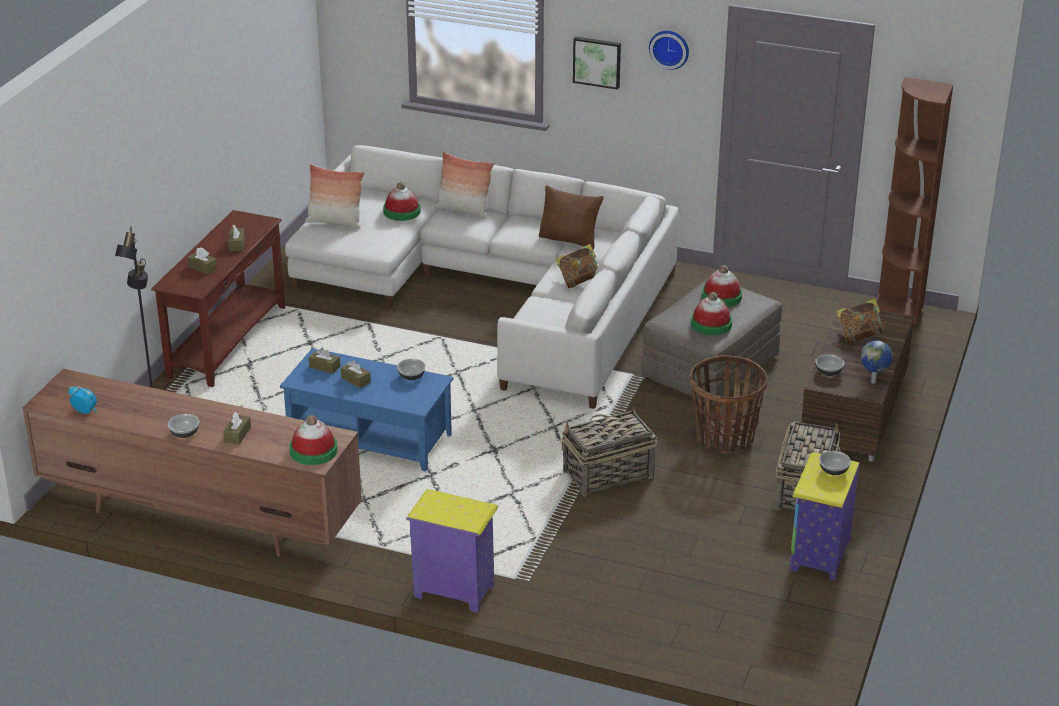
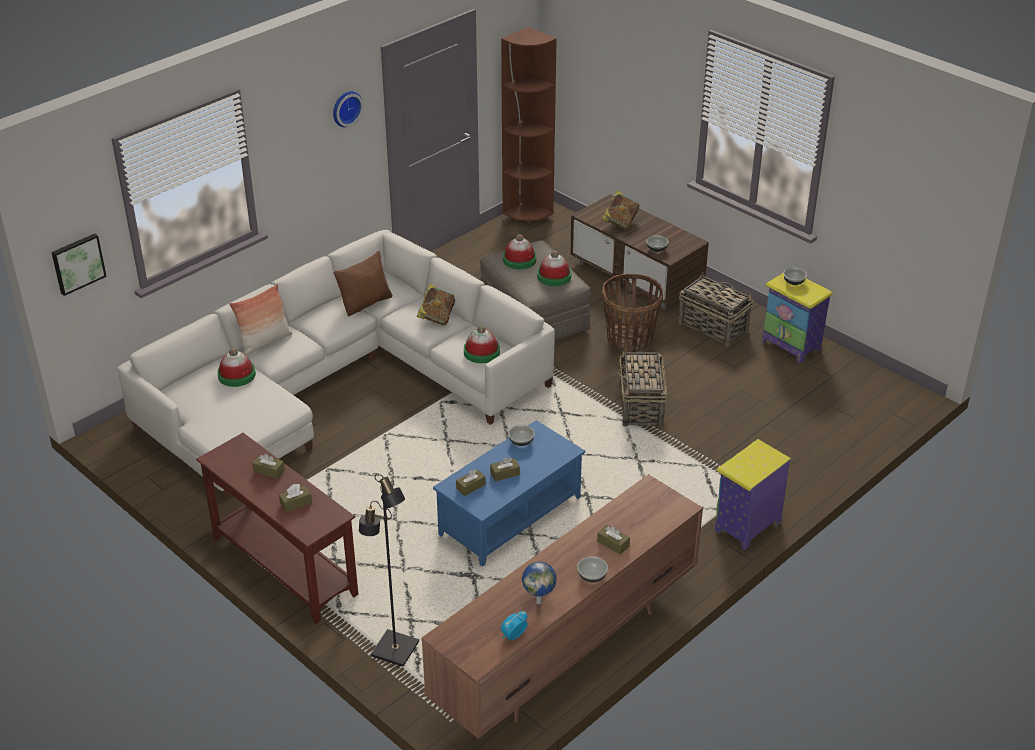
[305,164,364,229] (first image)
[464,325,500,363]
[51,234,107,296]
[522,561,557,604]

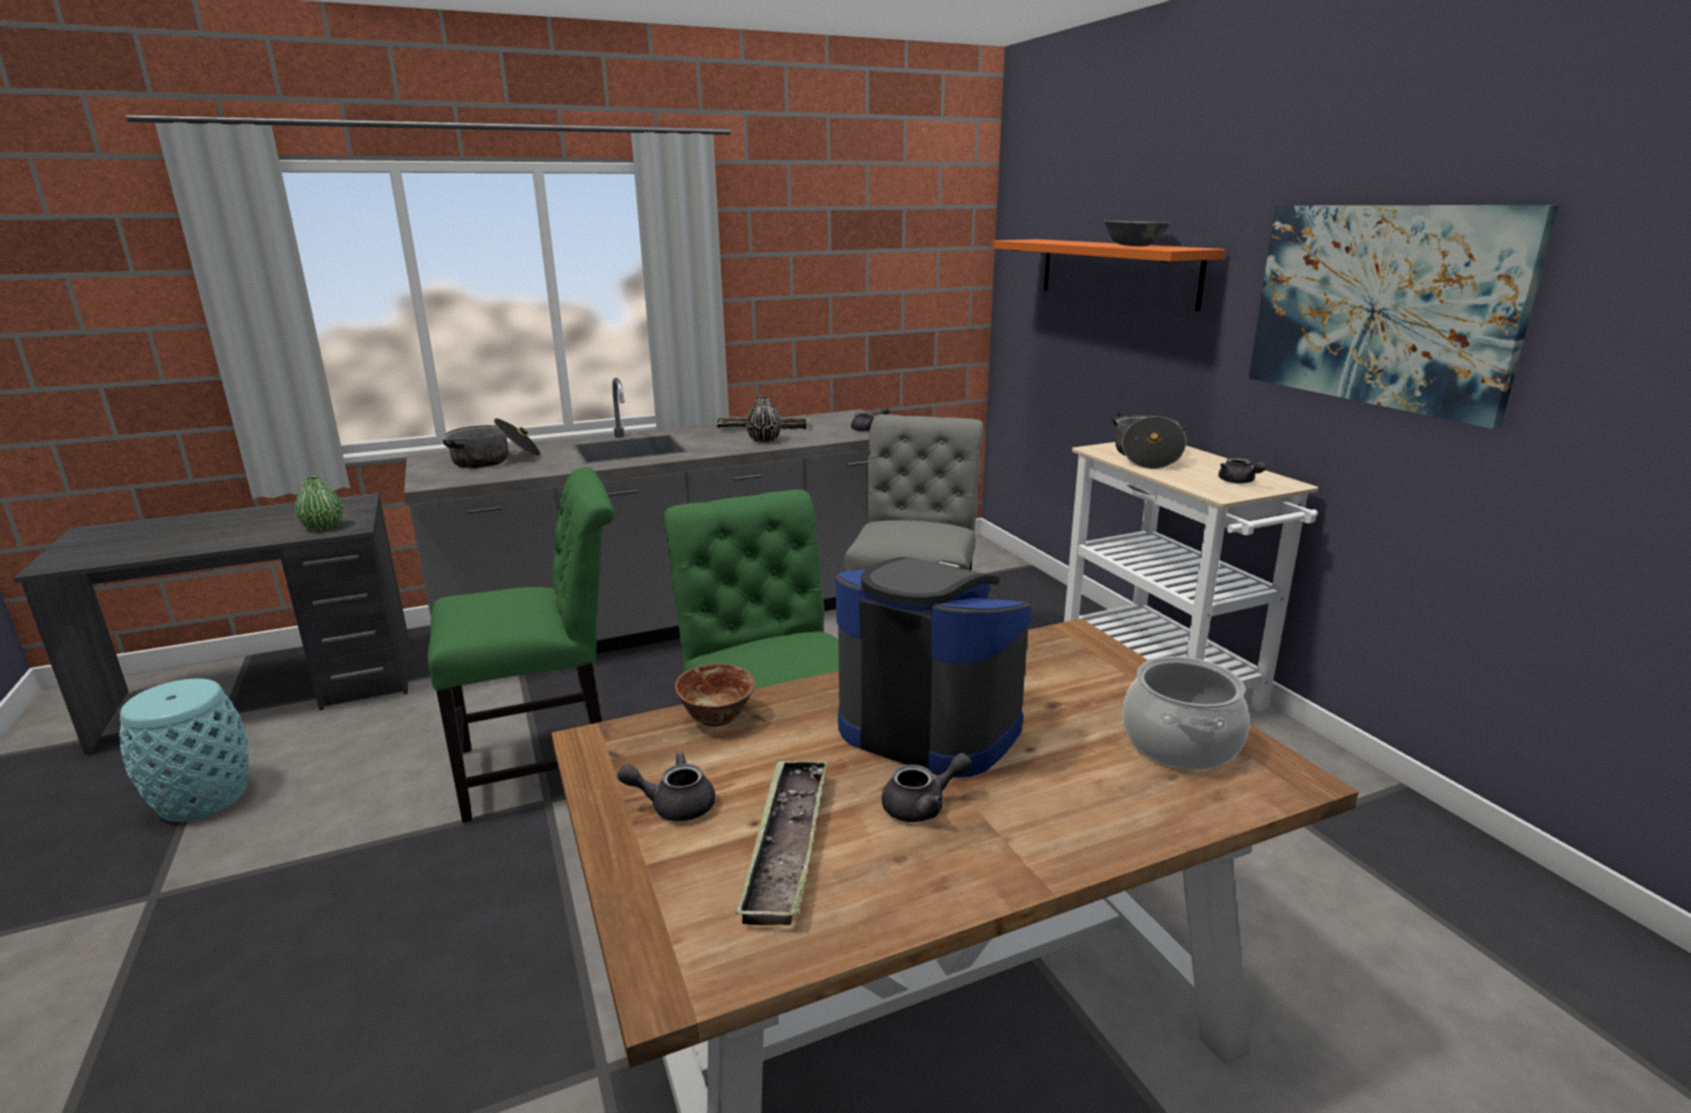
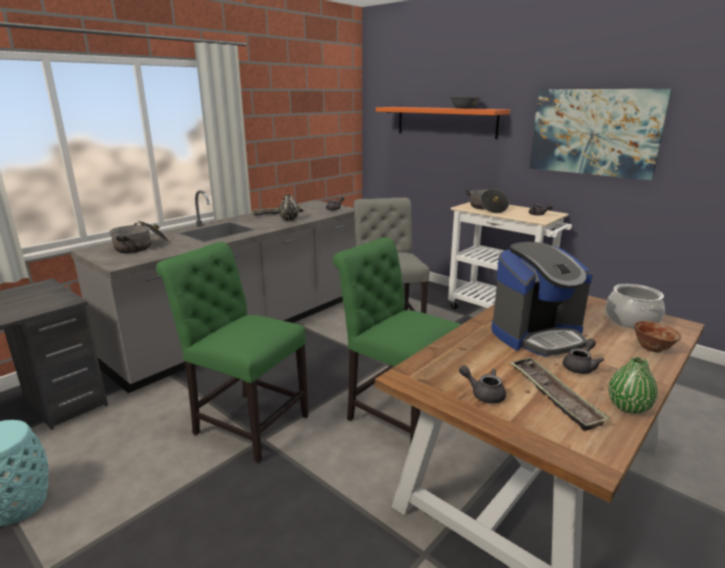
[608,357,658,414]
[634,321,682,352]
[156,242,308,463]
[459,365,506,404]
[491,242,593,357]

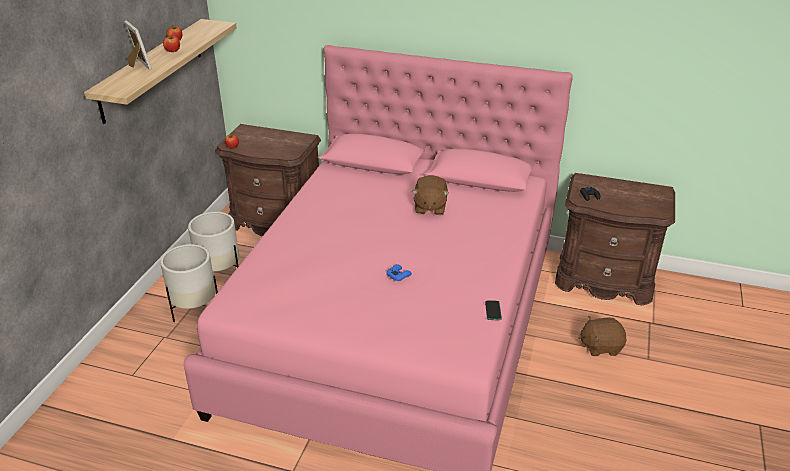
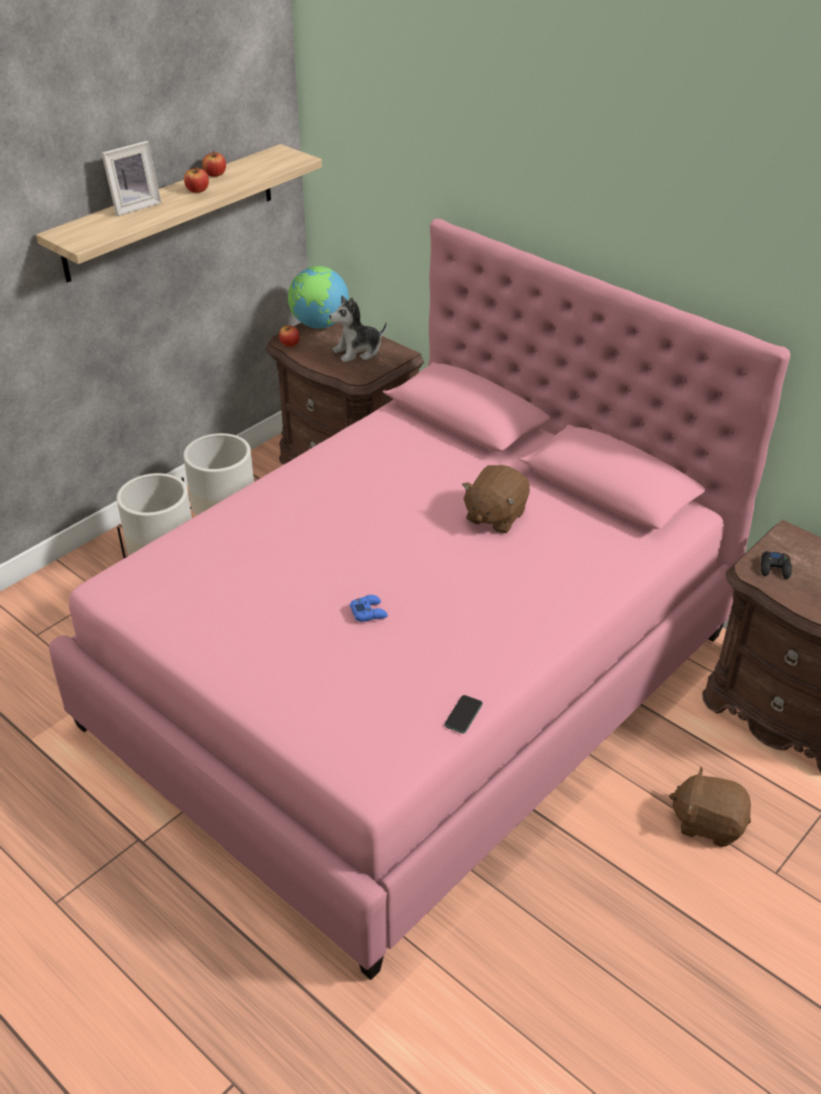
[288,266,349,329]
[329,295,387,362]
[102,141,161,216]

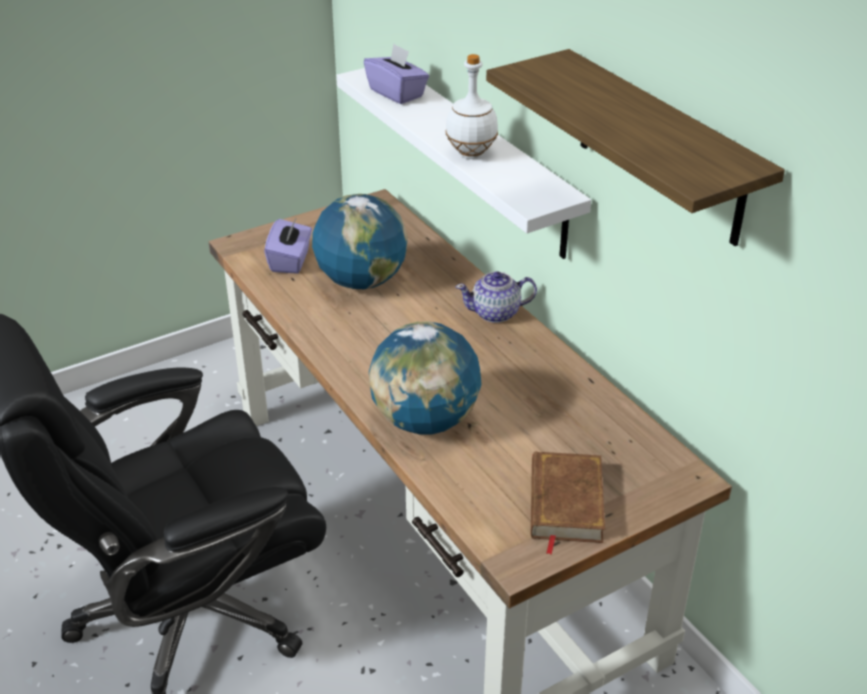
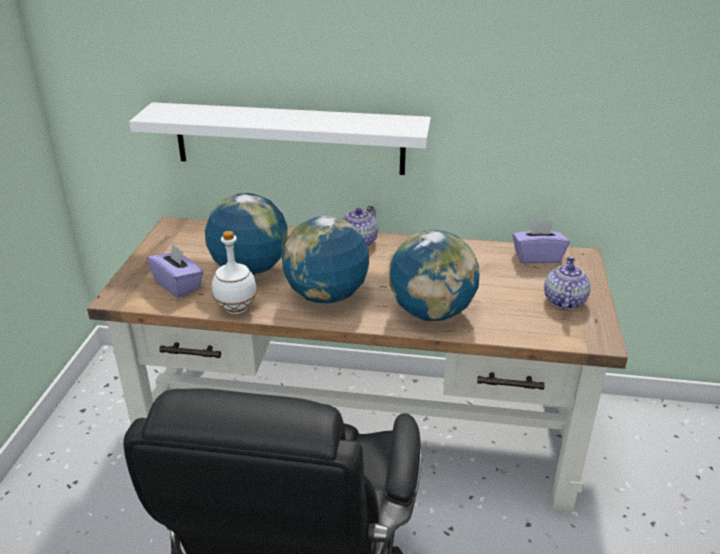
[486,49,785,246] (first image)
[282,216,369,303]
[512,220,570,264]
[212,231,257,314]
[544,256,591,310]

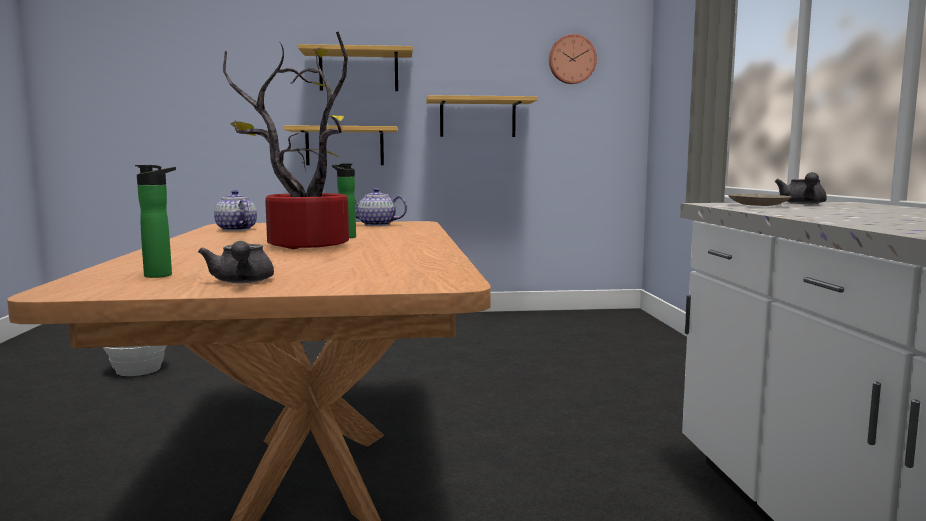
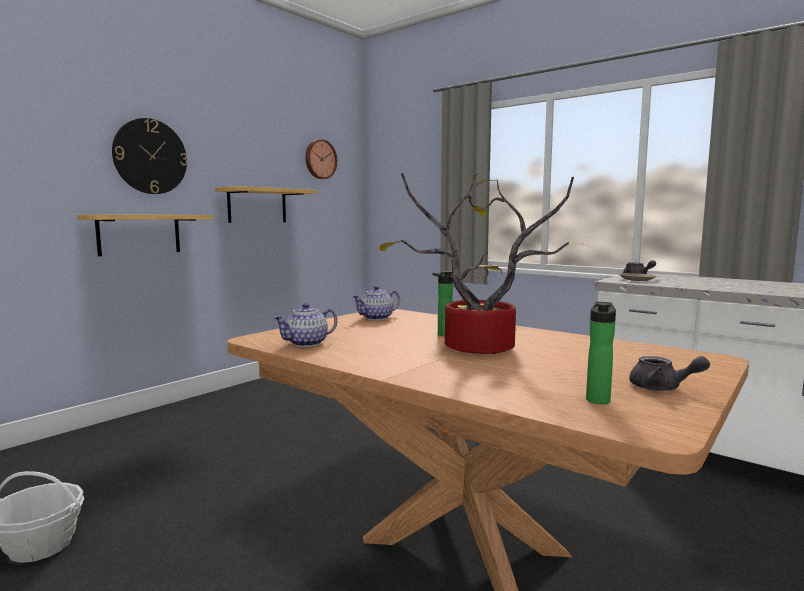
[112,118,188,194]
[273,303,337,347]

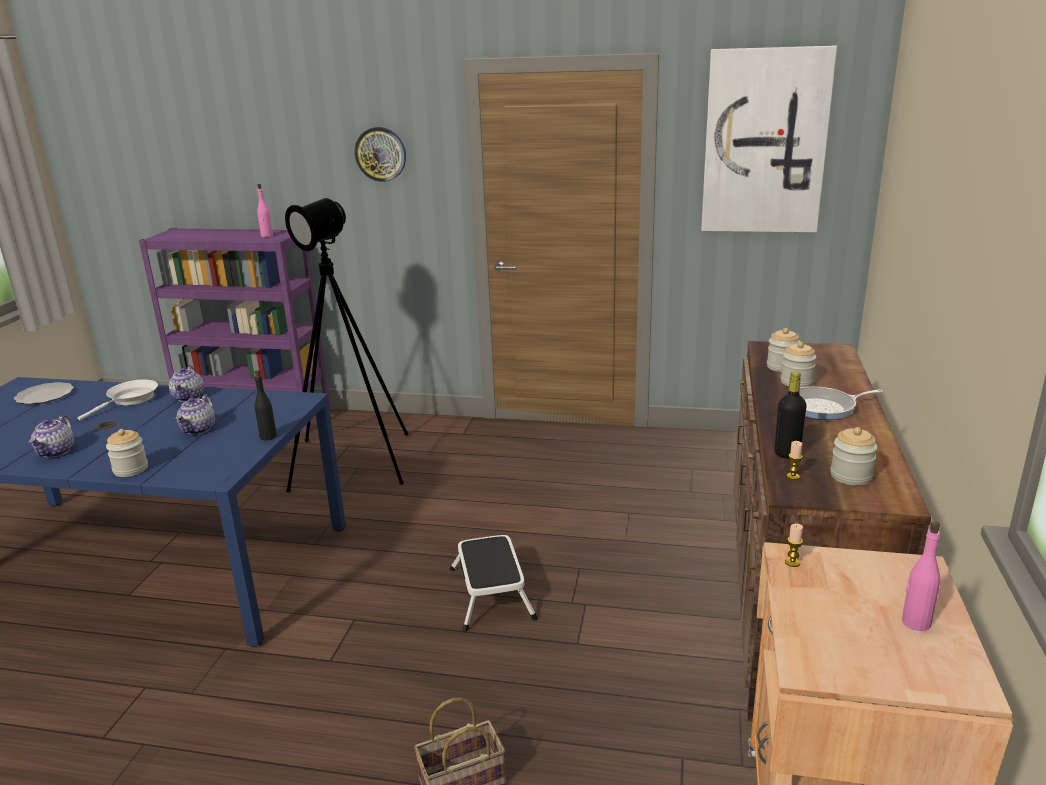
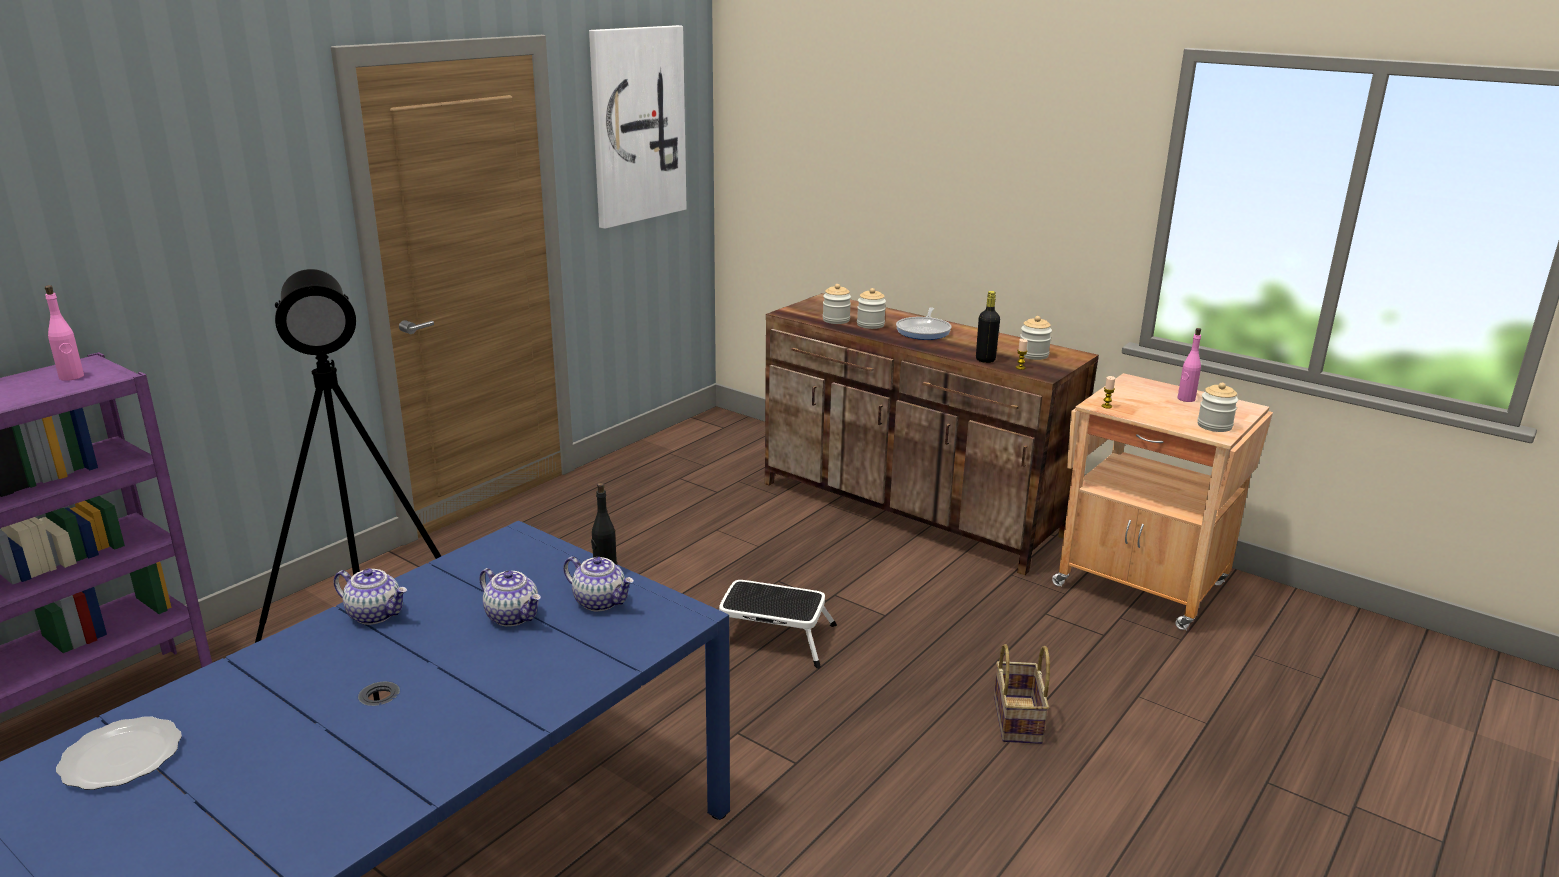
[78,380,158,421] (first image)
[354,127,406,182] (first image)
[563,556,634,611]
[1197,383,1238,432]

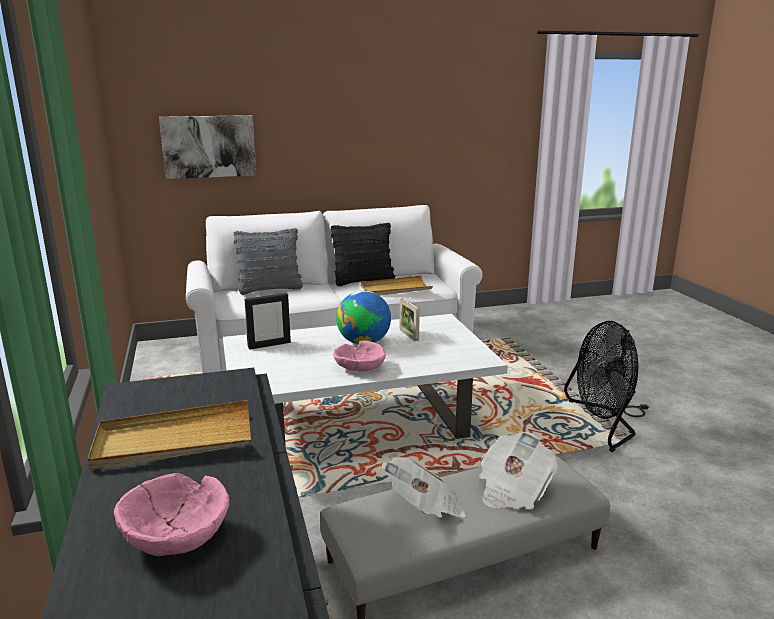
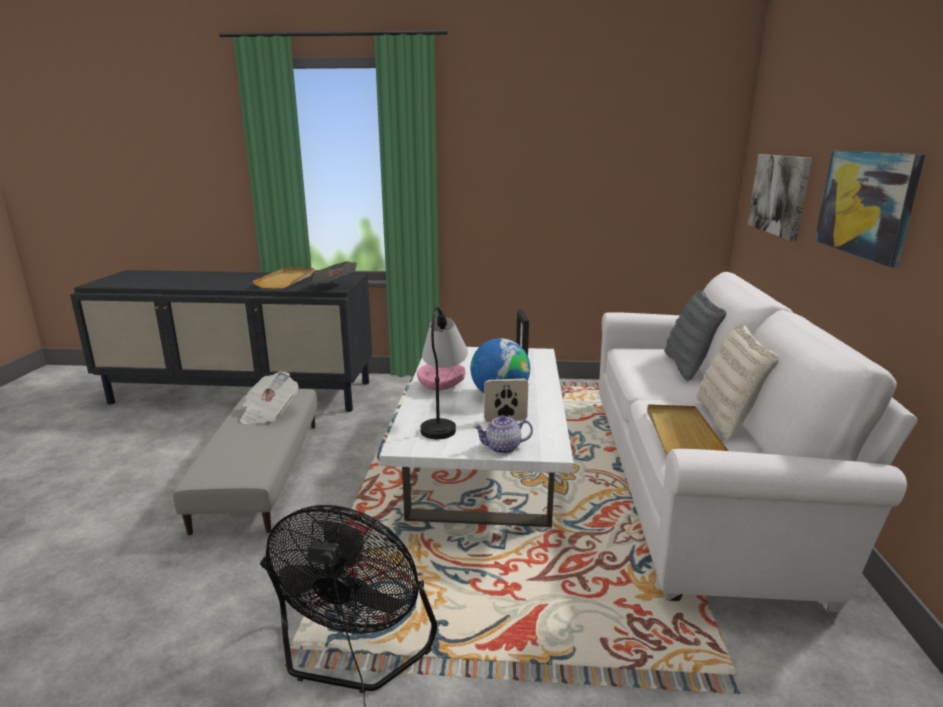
[114,473,229,556] (first image)
[420,307,468,439]
[473,415,533,454]
[815,151,925,267]
[309,261,357,283]
[696,324,779,440]

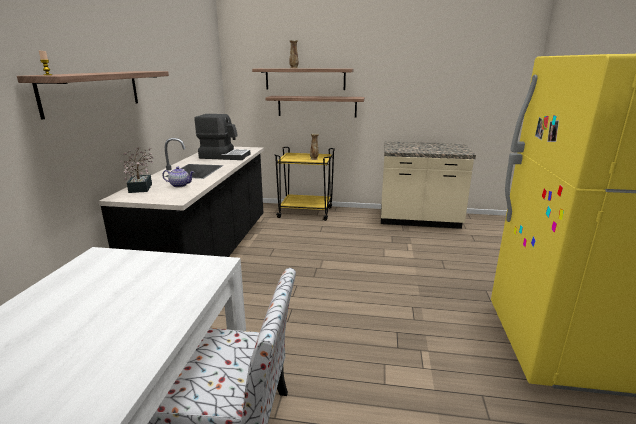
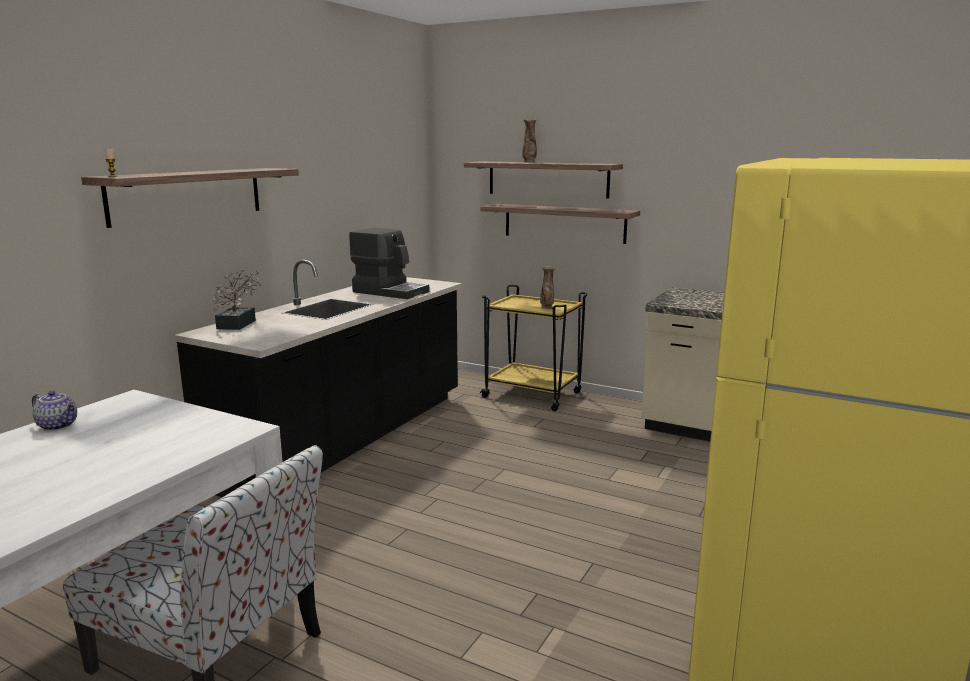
[32,391,77,431]

